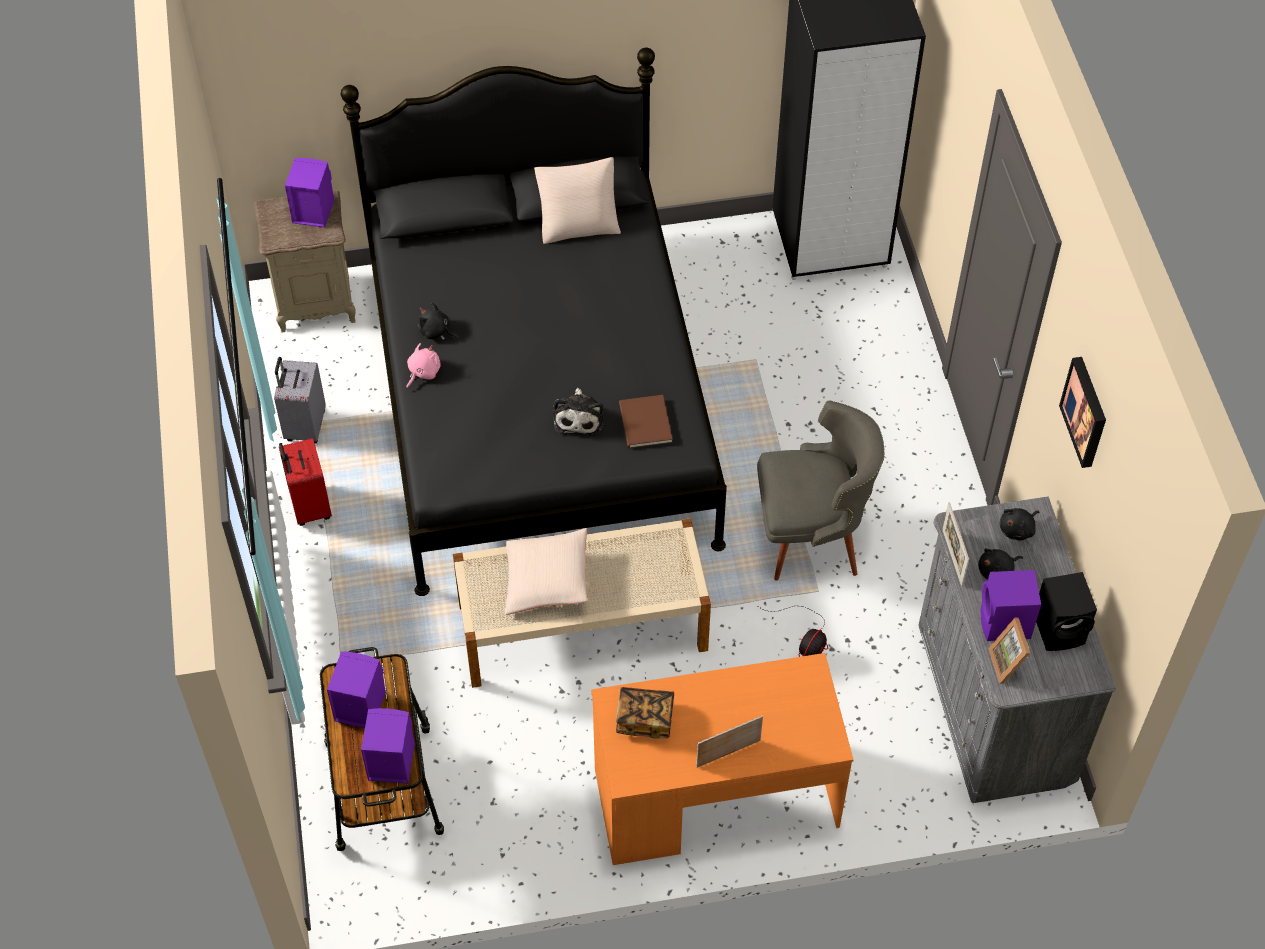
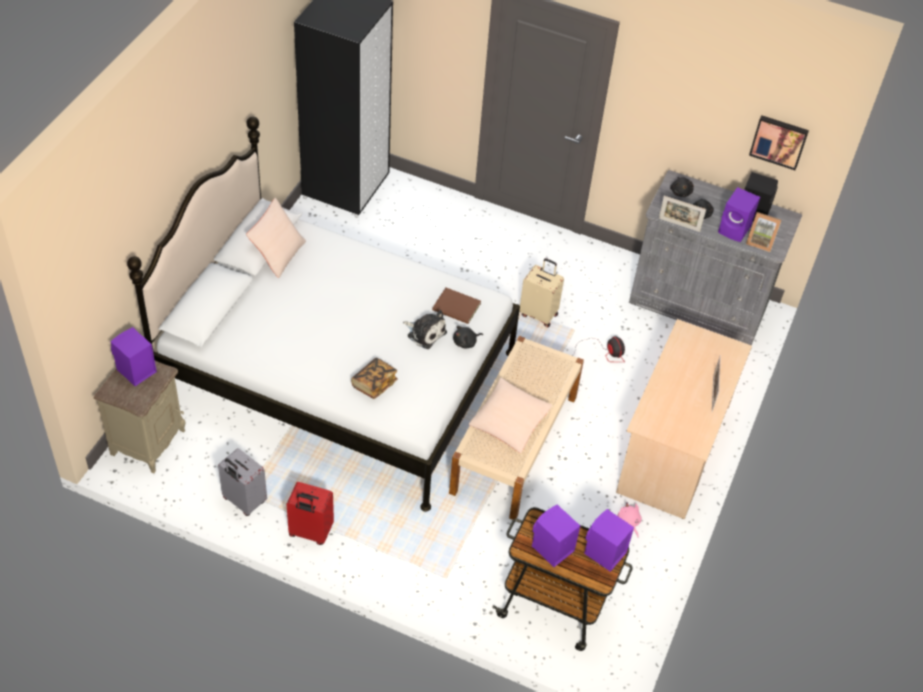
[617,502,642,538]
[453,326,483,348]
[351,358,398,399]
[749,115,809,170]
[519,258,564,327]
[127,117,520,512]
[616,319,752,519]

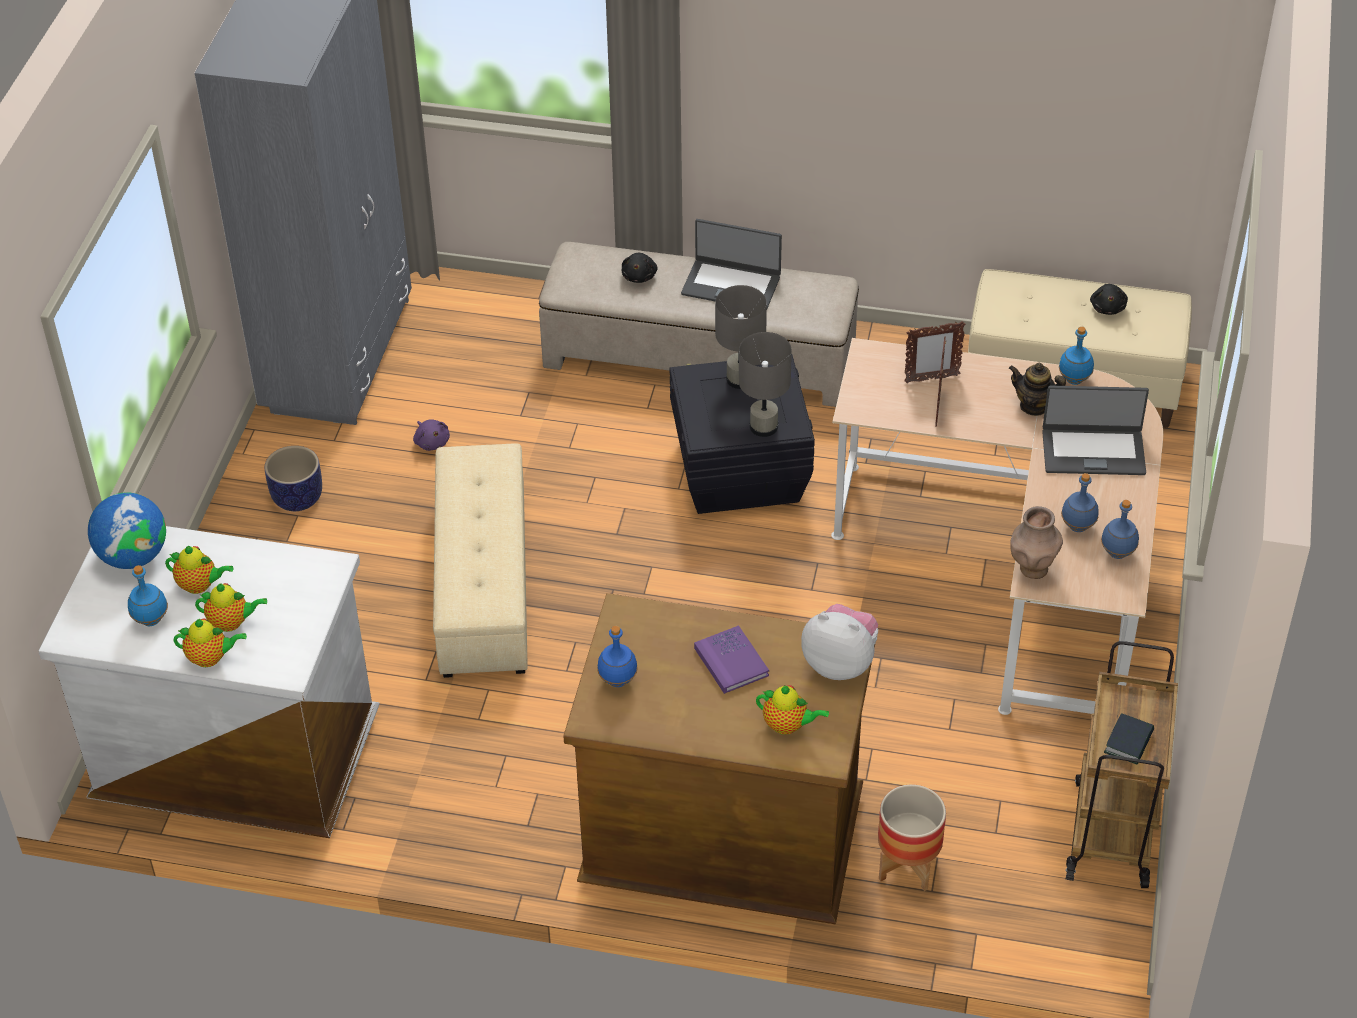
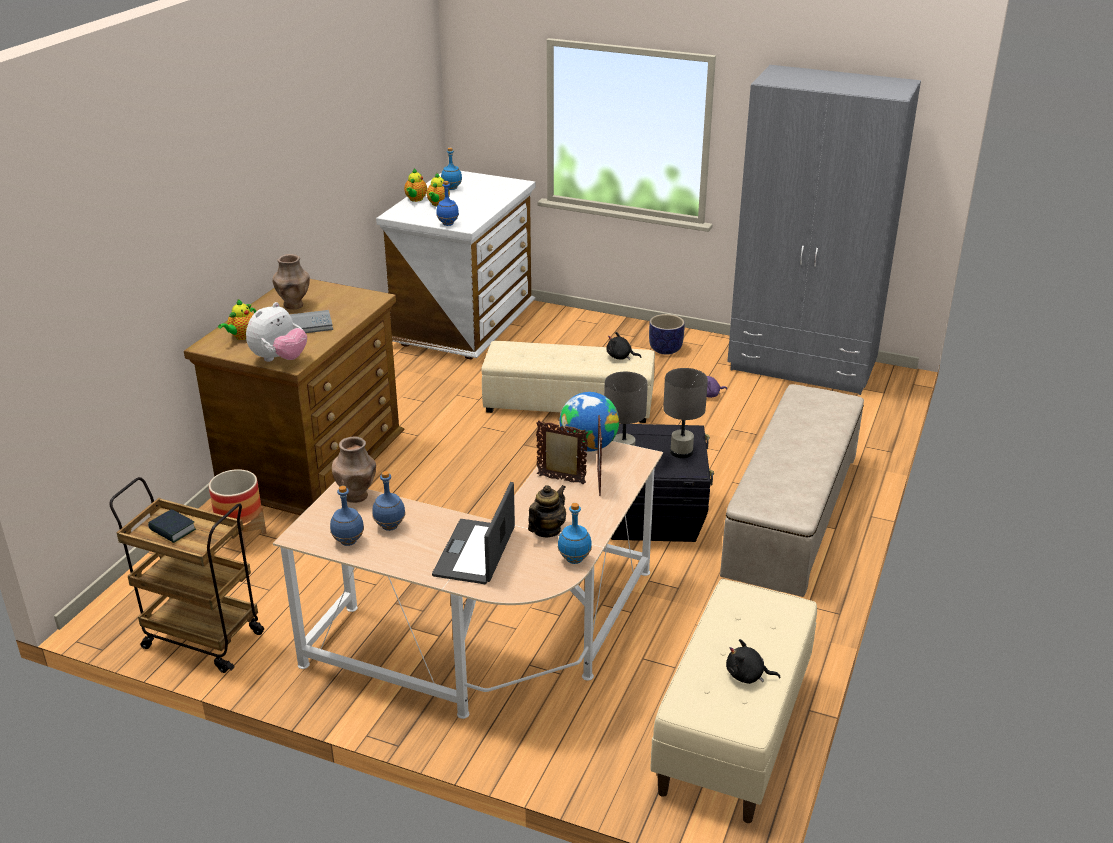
[165,546,234,594] (first image)
[681,219,782,308] (first image)
[272,254,310,310]
[559,392,619,451]
[436,181,459,226]
[606,332,642,360]
[290,310,333,333]

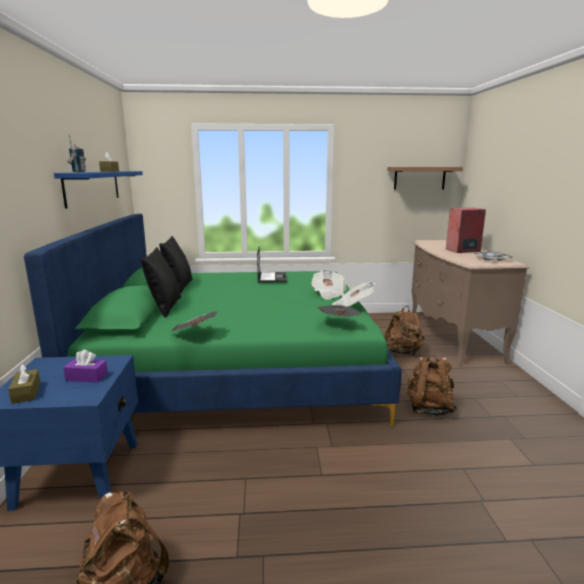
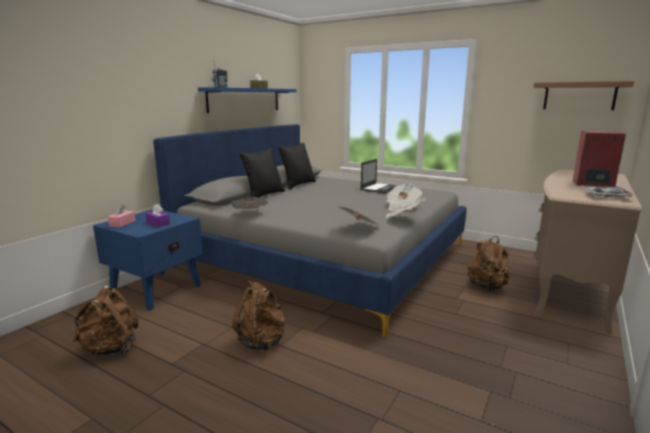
[232,280,285,351]
[108,204,136,228]
[153,124,467,337]

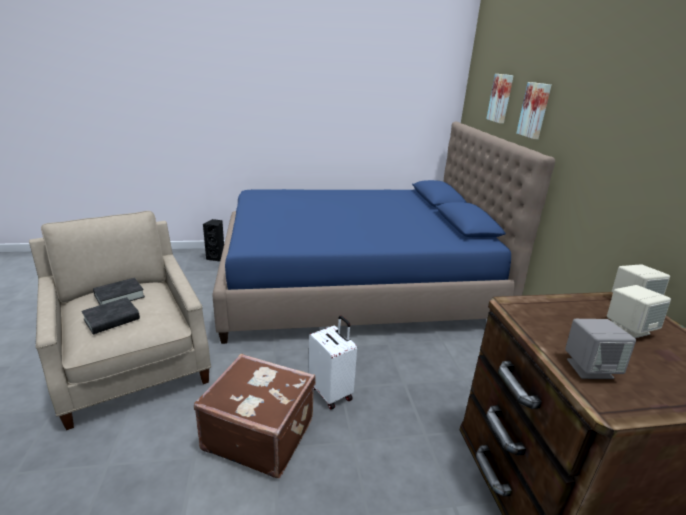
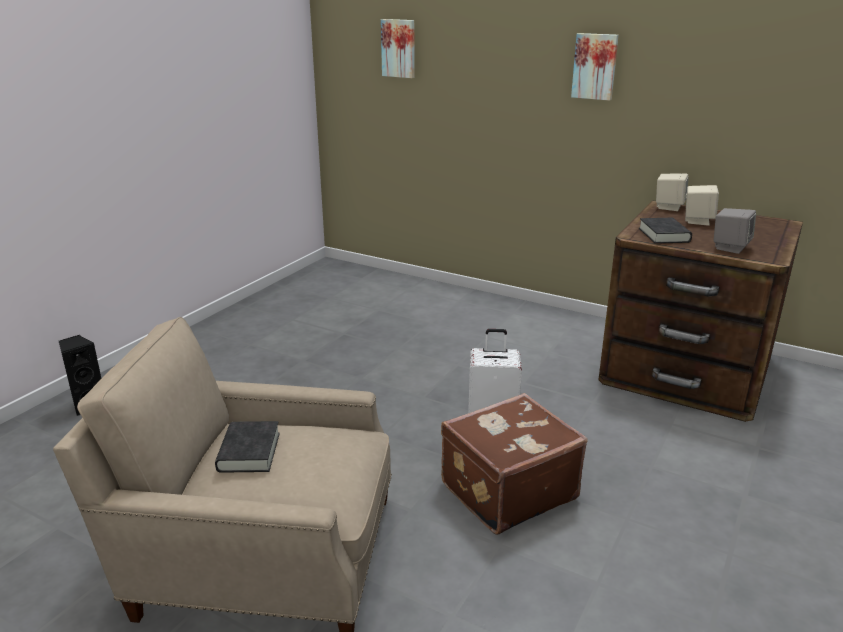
[212,121,555,344] (first image)
[639,218,692,244]
[571,33,619,101]

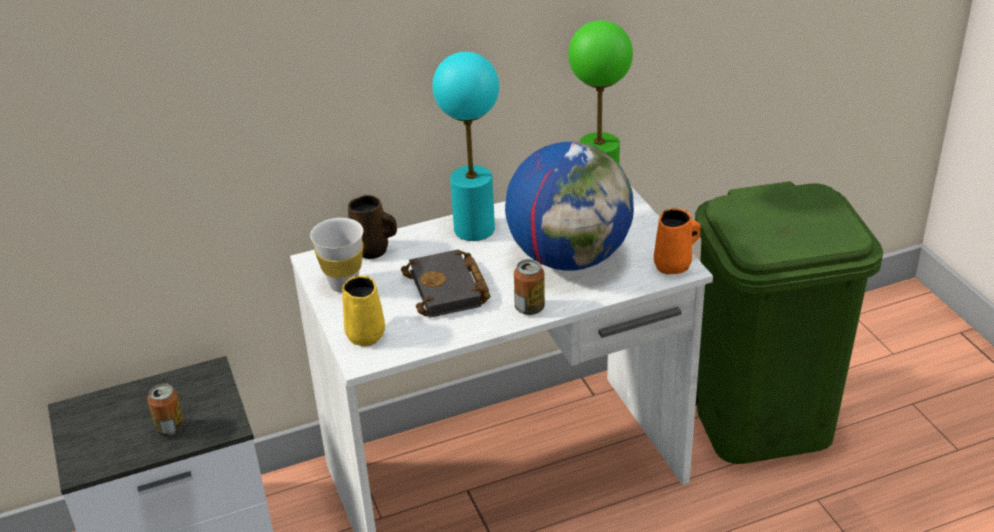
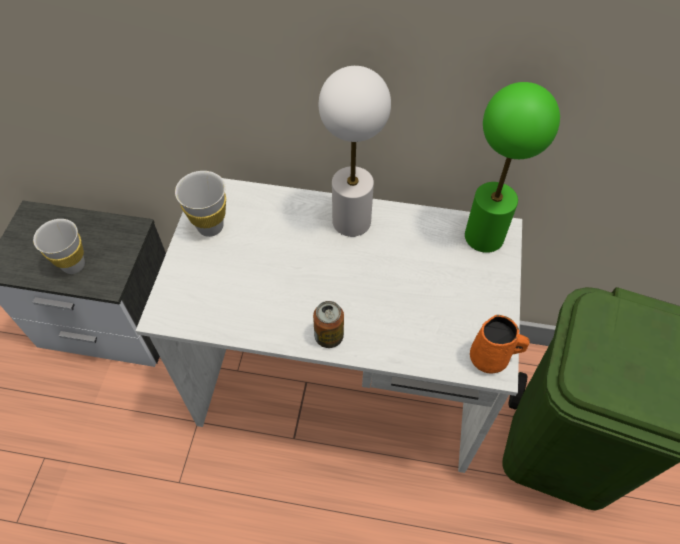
[342,275,385,346] (first image)
[348,195,397,259] (first image)
[401,250,491,318] (first image)
[505,142,634,271] (first image)
[33,219,85,274]
[318,66,391,237]

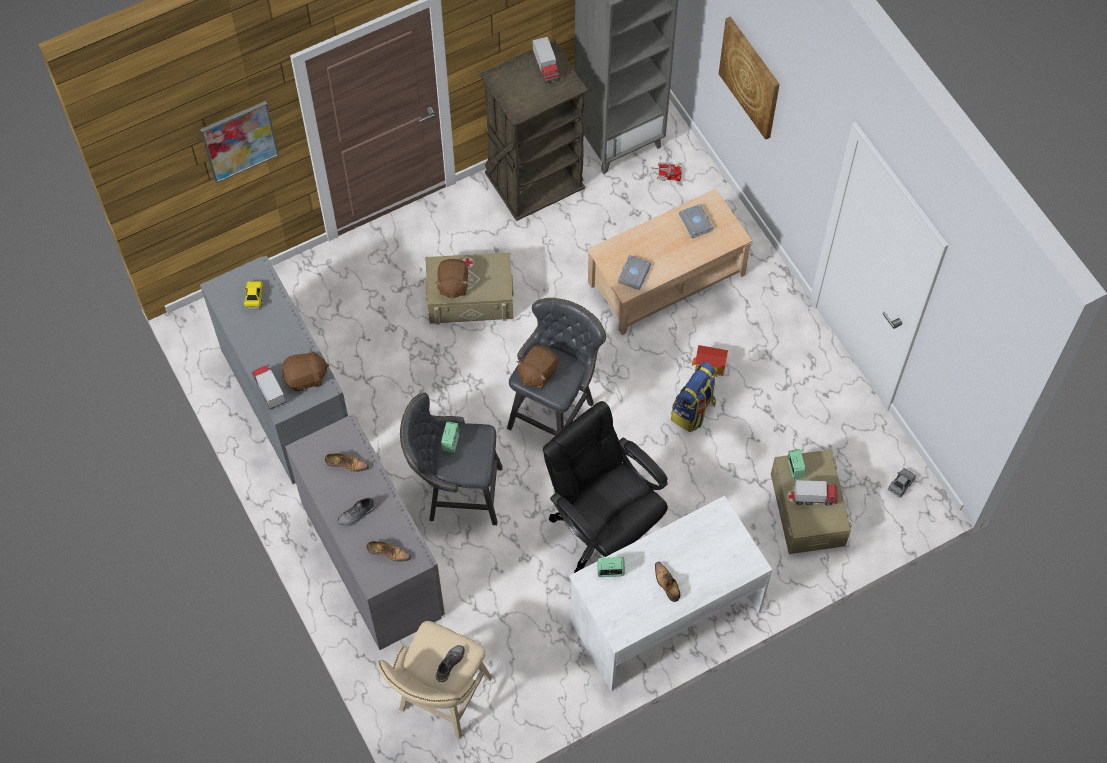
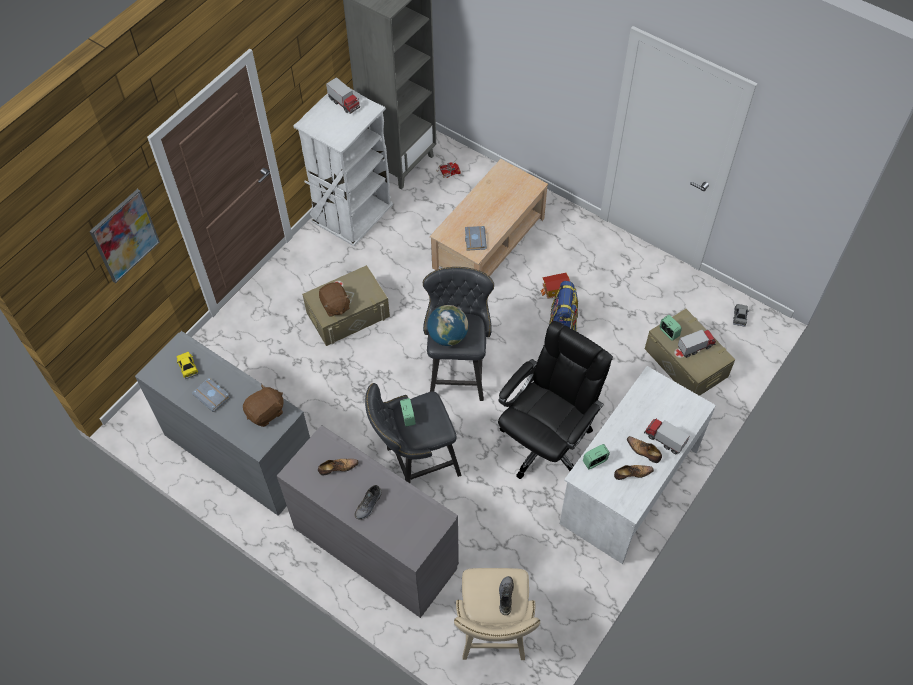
[719,17,780,140] (first image)
[644,418,690,454]
[614,465,654,480]
[192,378,230,412]
[427,305,468,346]
[293,88,393,246]
[498,321,613,479]

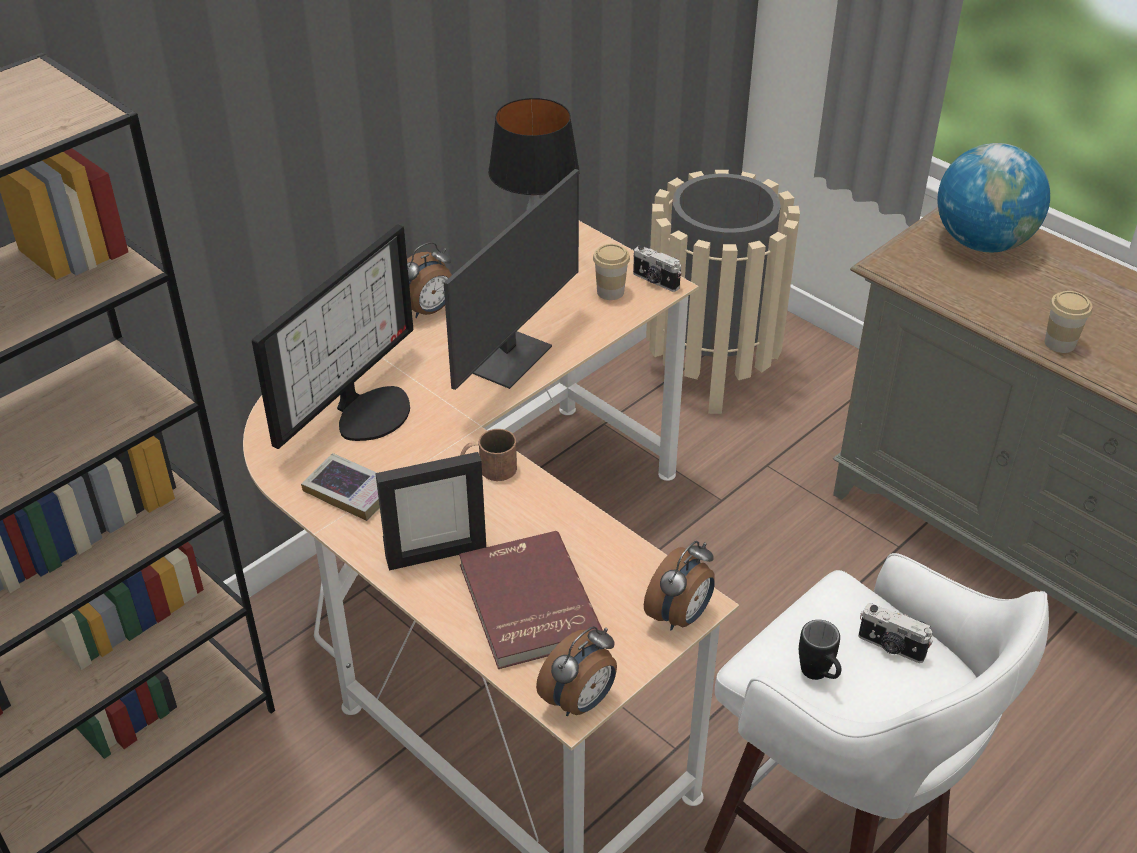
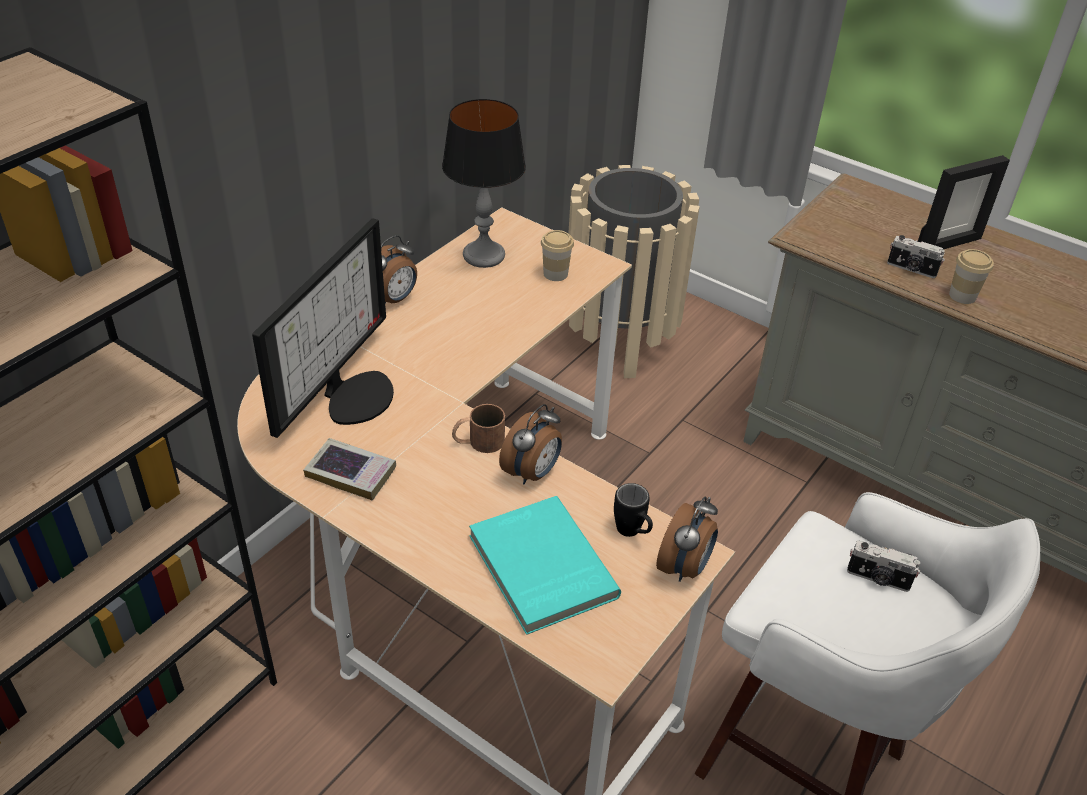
[444,169,579,390] (first image)
[937,143,1050,252] (first image)
[918,155,1010,249]
[499,404,562,484]
[887,235,945,278]
[614,483,653,537]
[469,496,621,635]

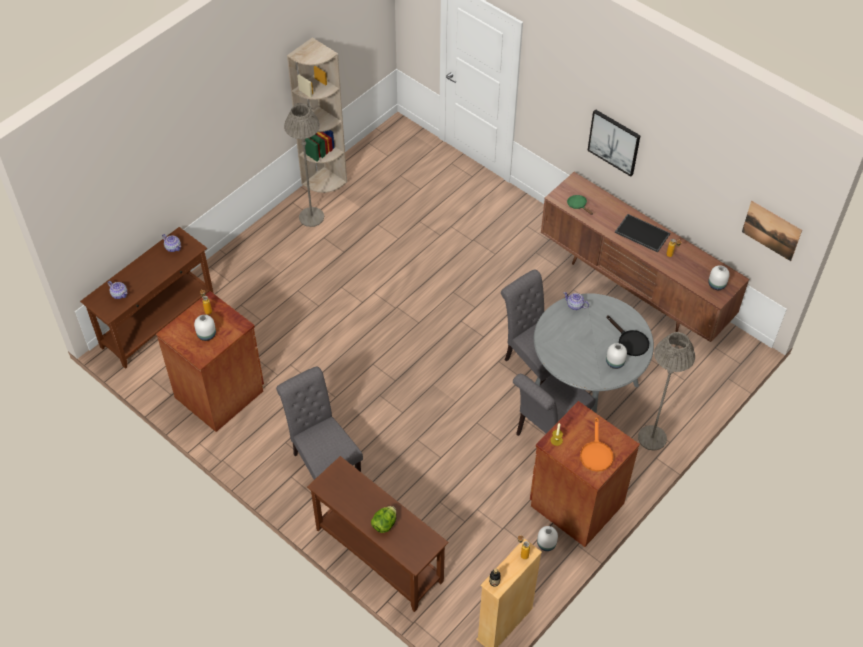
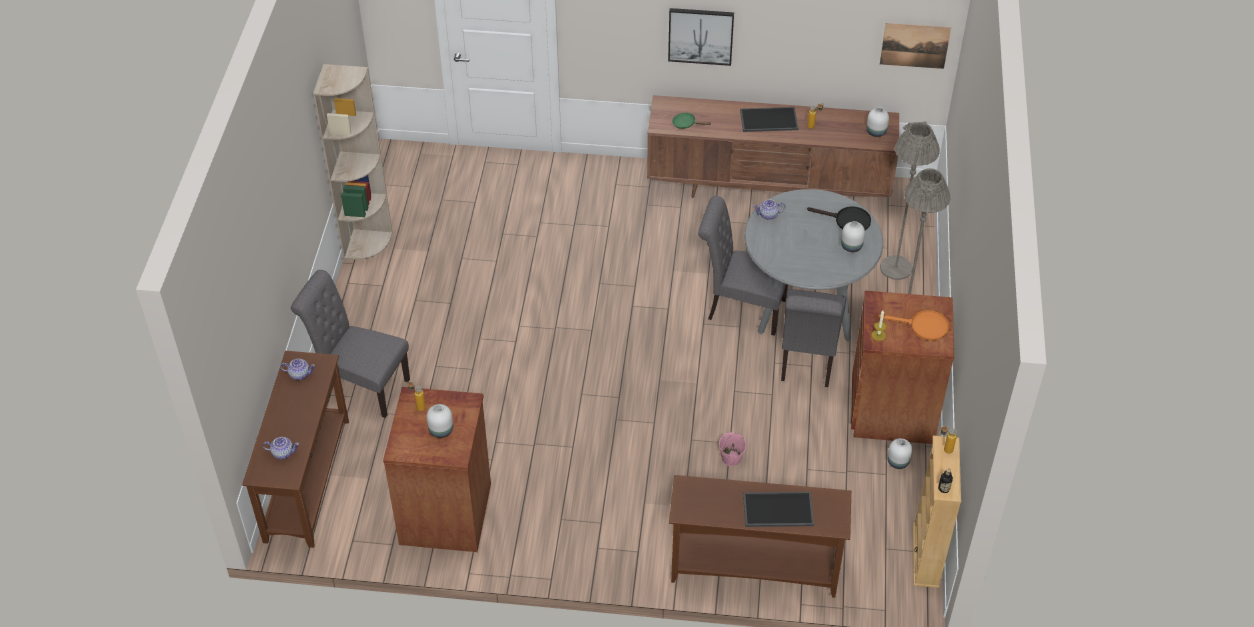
[719,433,746,466]
[291,270,410,418]
[880,121,940,280]
[743,492,814,527]
[878,310,949,341]

